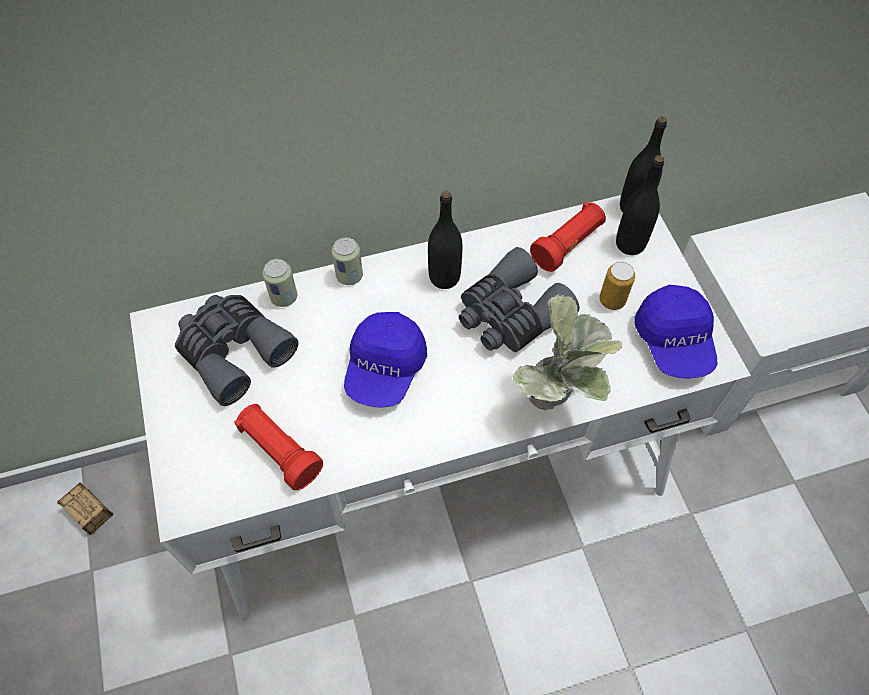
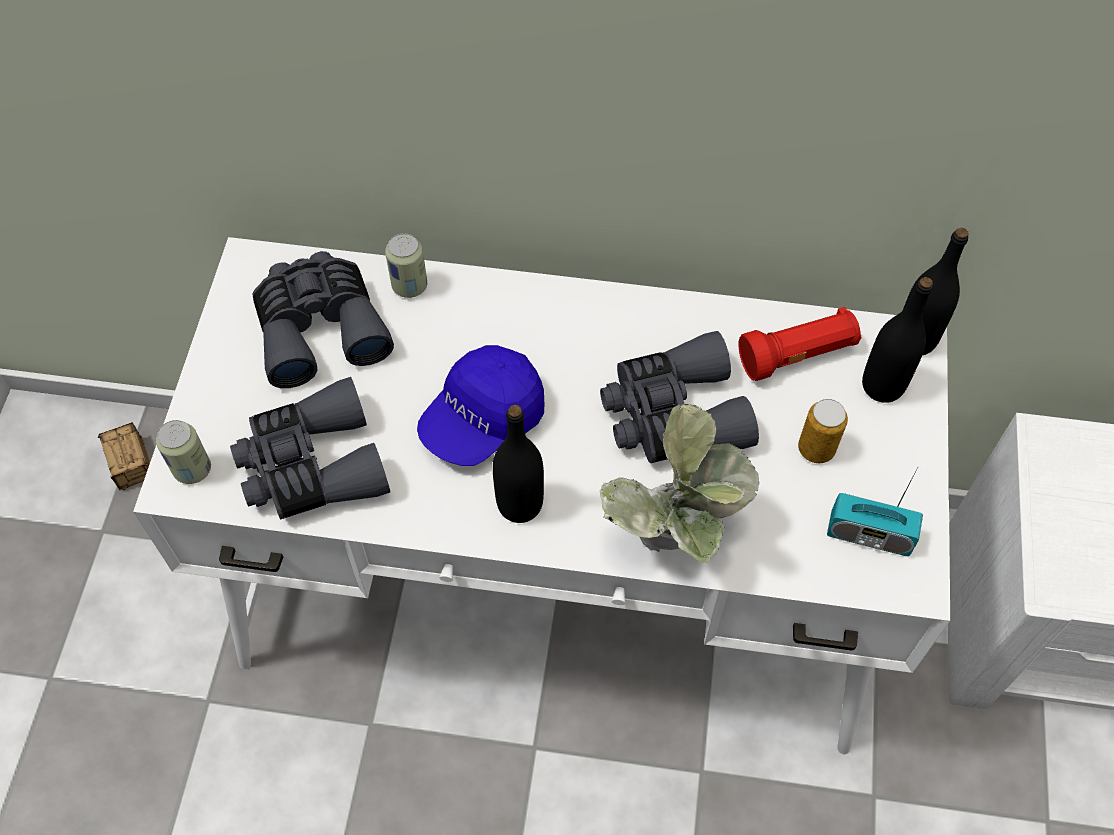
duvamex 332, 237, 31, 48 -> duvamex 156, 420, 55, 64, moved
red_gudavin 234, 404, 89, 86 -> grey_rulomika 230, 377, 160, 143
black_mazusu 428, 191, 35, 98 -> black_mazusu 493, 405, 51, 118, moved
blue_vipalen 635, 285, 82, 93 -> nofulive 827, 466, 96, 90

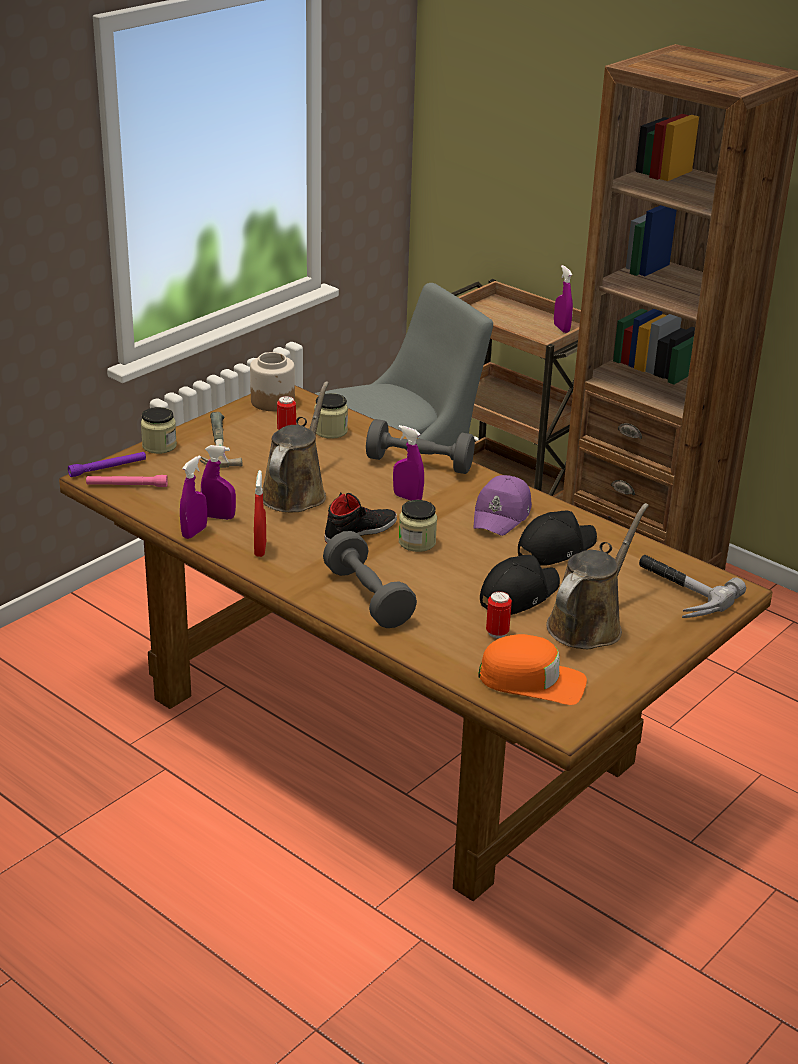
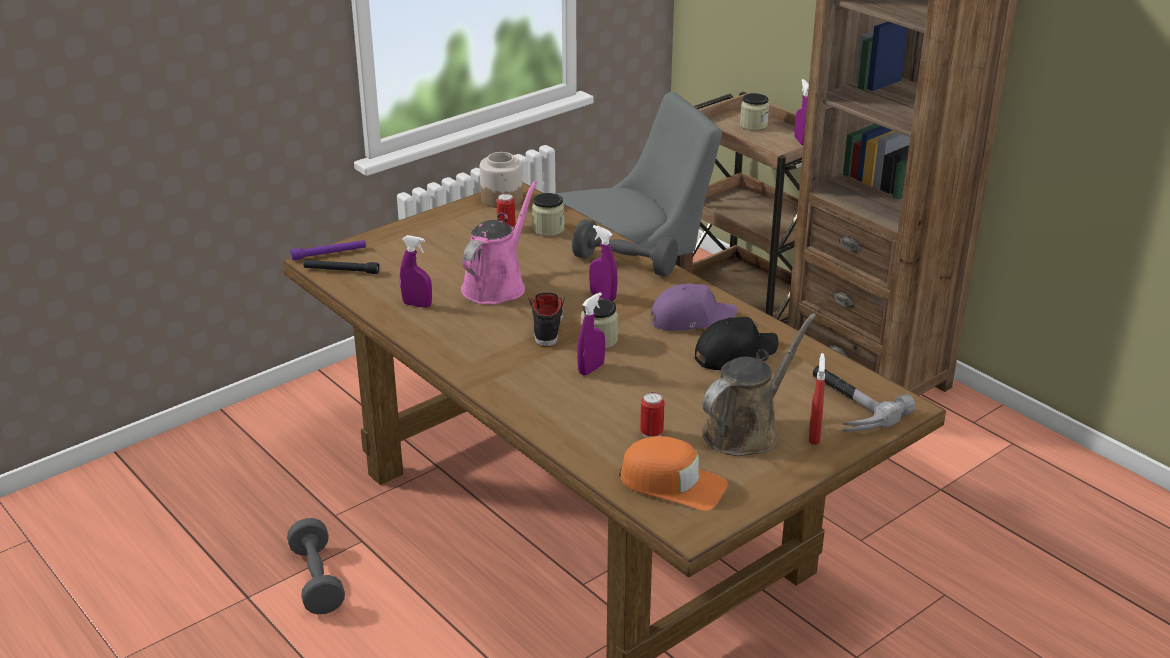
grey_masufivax 323, 531, 94, 97 -> grey_masufivax 287, 518, 58, 96, moved
pink_gudavin 86, 475, 82, 12 -> black_gudavin 303, 260, 76, 14
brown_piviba 262, 381, 67, 132 -> pink_piviba 461, 180, 77, 125
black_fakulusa 325, 492, 72, 51 -> black_fakulusa 528, 292, 37, 55, 60 degrees counterclockwise
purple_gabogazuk 180, 455, 27, 84 -> purple_gabogazuk 577, 292, 28, 84, moved
purple_vipalen 474, 475, 58, 61 -> purple_vipalen 651, 283, 86, 48, 135 degrees counterclockwise
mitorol 141, 407, 36, 47 -> mitorol 740, 93, 29, 38, moved
red_gabogazuk 254, 470, 12, 87 -> red_gabogazuk 809, 353, 16, 92, moved
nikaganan 200, 412, 42, 56 -> none
black_vipalen 480, 555, 80, 60 -> none

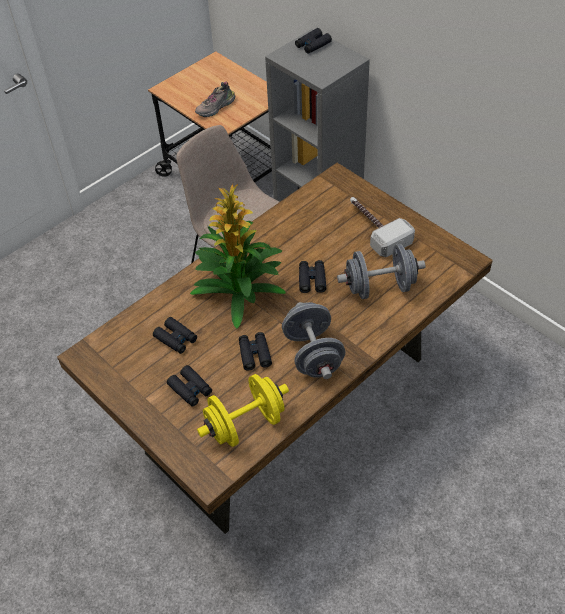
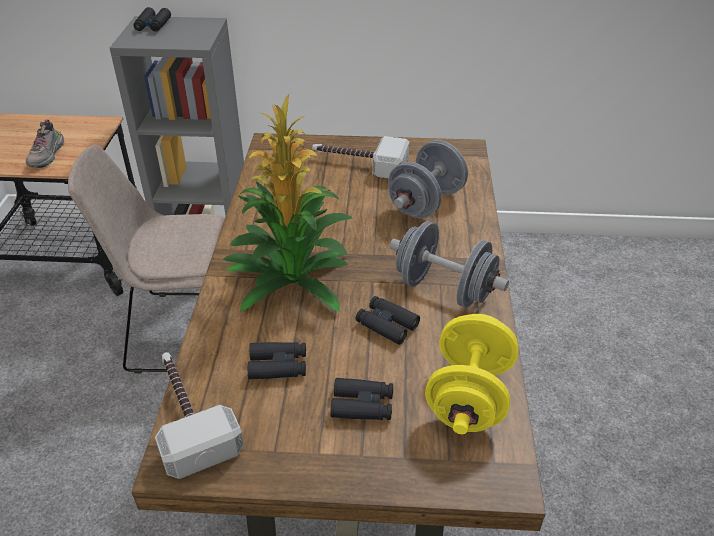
none -> nikaganan 155, 352, 89, 127
black_rulomika 299, 260, 27, 33 -> none

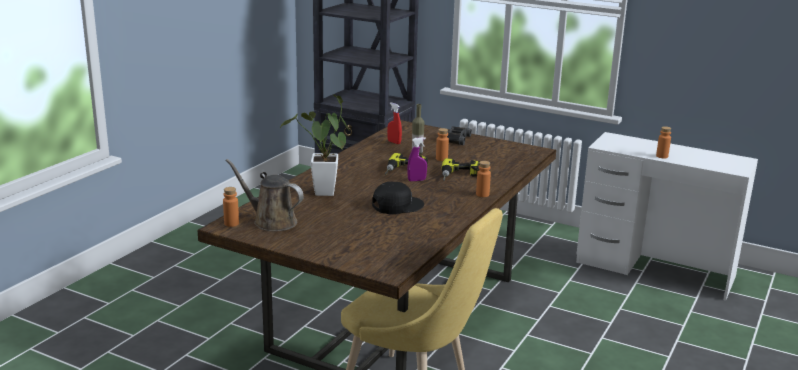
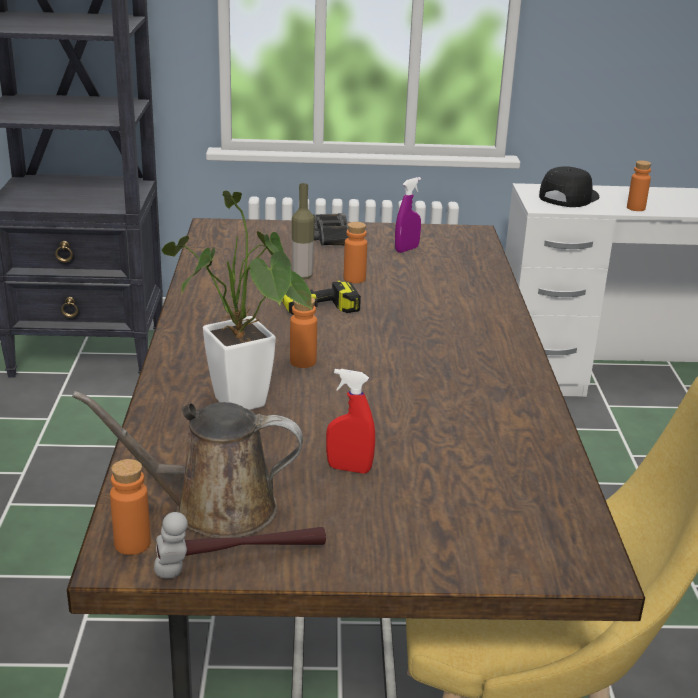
none -> nikaganan 154, 512, 172, 67
orange_mazusu 476, 161, 15, 36 -> orange_mazusu 290, 297, 27, 71, moved
red_gabogazuk 387, 102, 15, 42 -> red_gabogazuk 326, 369, 49, 105, moved
purple_gabogazuk 407, 137, 20, 44 -> purple_gabogazuk 395, 177, 26, 76, moved
black_vipalen 372, 182, 52, 32 -> black_vipalen 539, 166, 60, 41, moved
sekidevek 442, 158, 38, 23 -> none

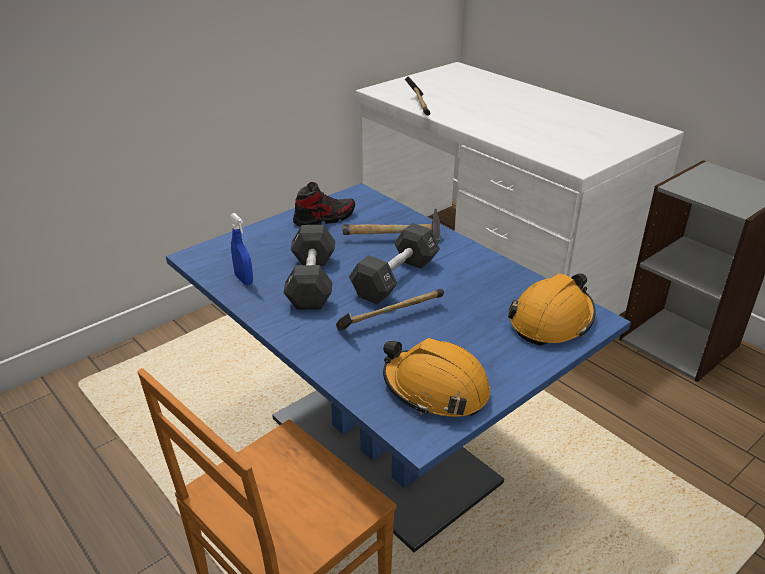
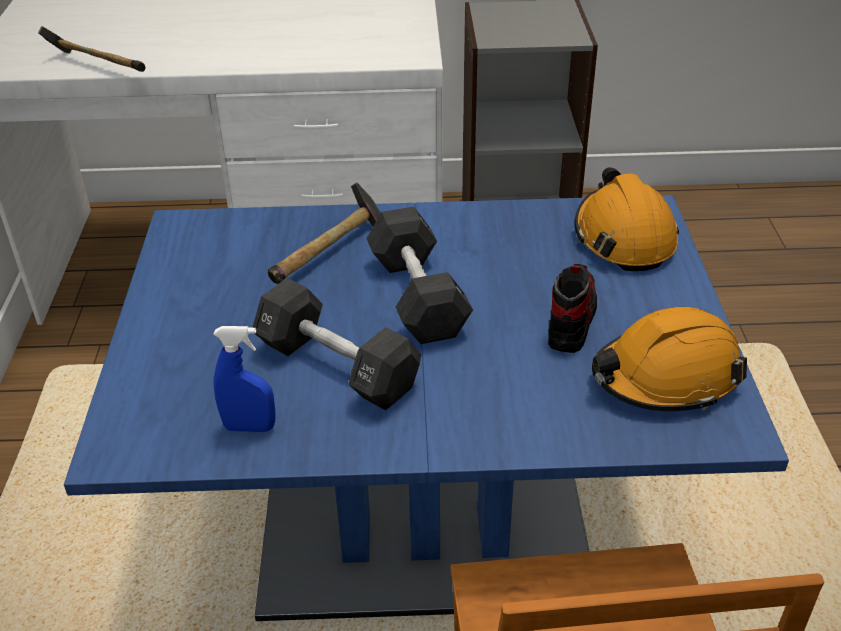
fakulusa 293, 182, 62, 45 -> fakulusa 548, 264, 49, 89, moved
nikaganan 336, 289, 108, 42 -> none

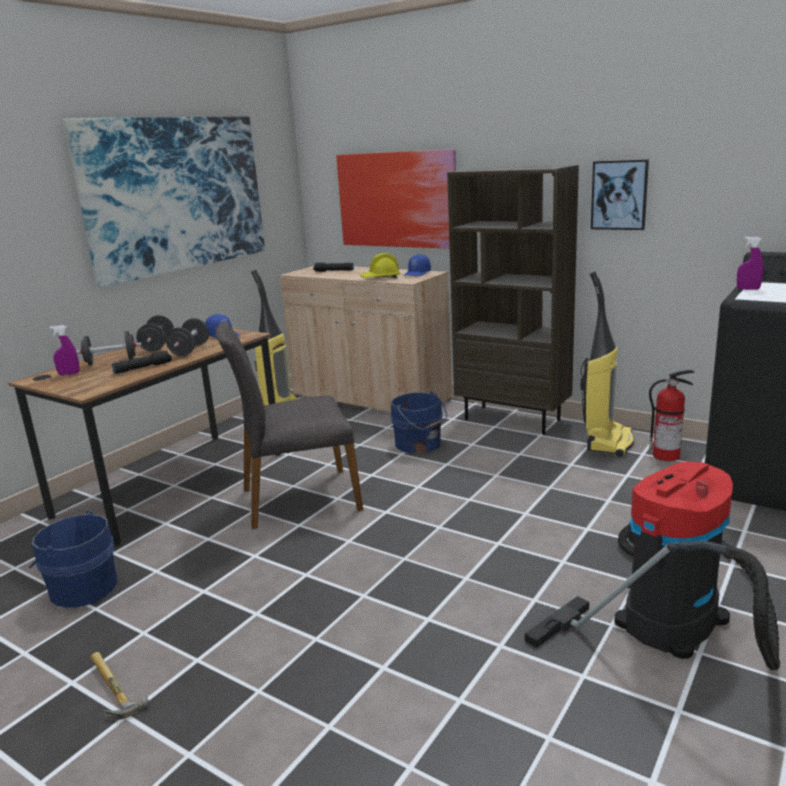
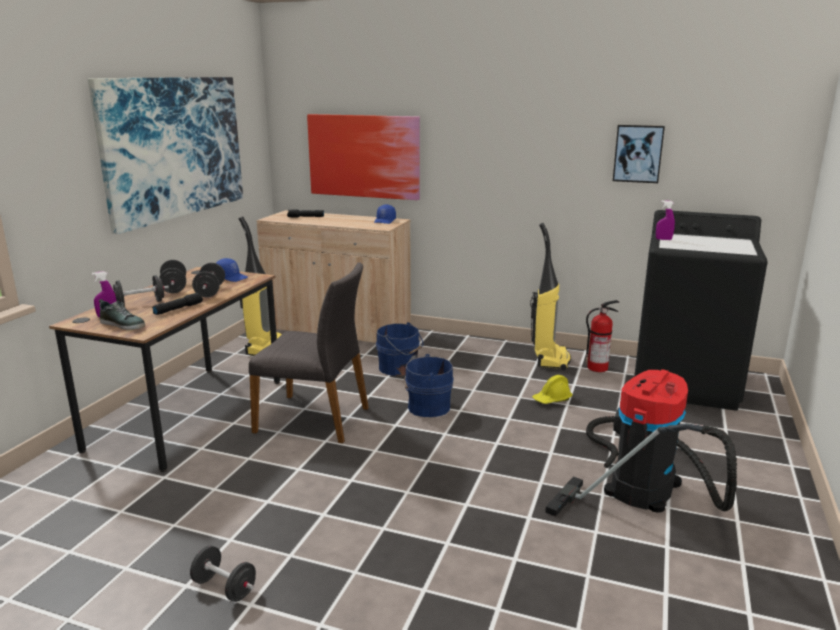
none -> fakulusa 99, 299, 46, 31
nikaganan 90, 652, 59, 68 -> black_masufivax 190, 545, 66, 57
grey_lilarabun 216, 321, 147, 208 -> grey_lilarabun 249, 262, 120, 181, 135 degrees counterclockwise
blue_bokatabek 29, 511, 88, 97 -> blue_bokatabek 404, 354, 50, 63, moved
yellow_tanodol 360, 253, 40, 25 -> yellow_tanodol 532, 375, 41, 29, moved
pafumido 591, 159, 58, 71 -> pafumido 613, 125, 52, 58, moved
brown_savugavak 447, 165, 132, 270 -> none

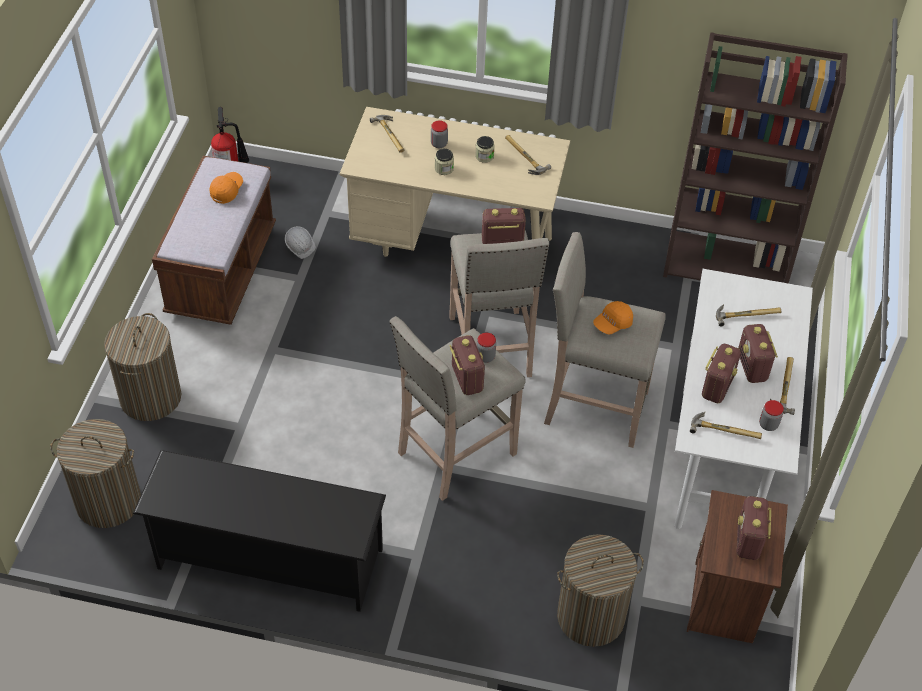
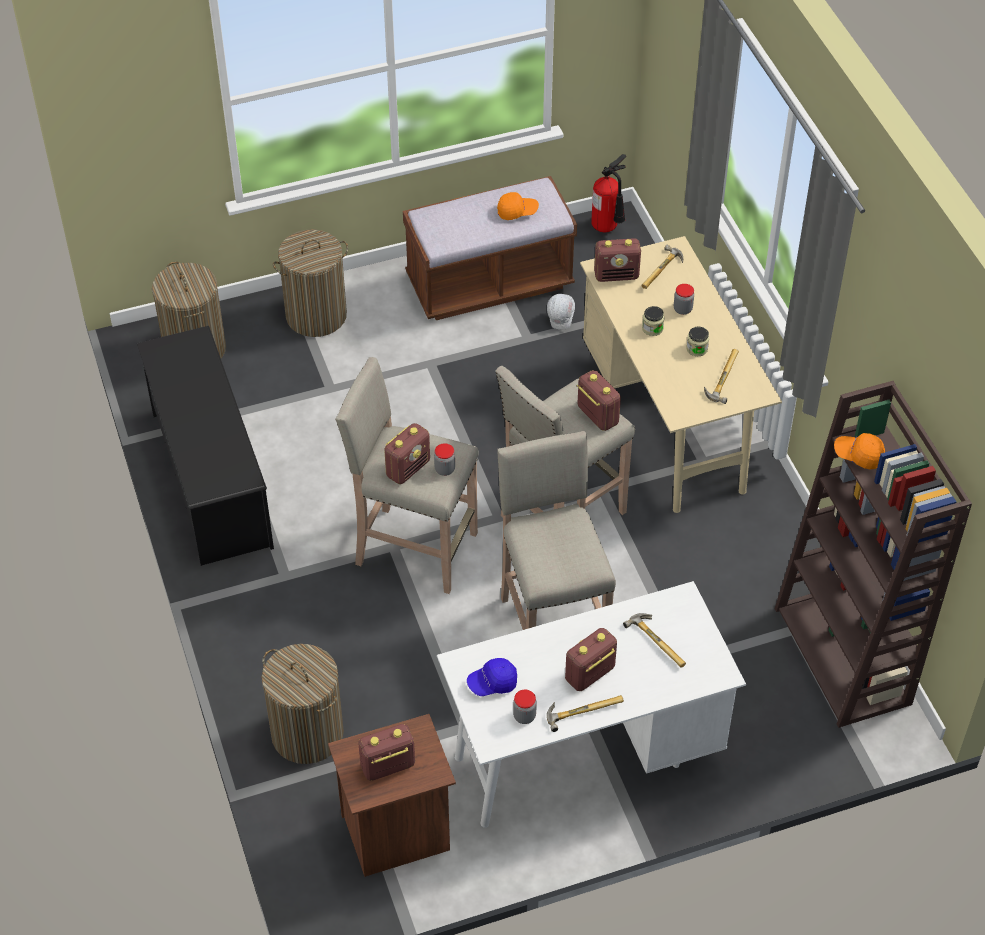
nikaganan 690, 412, 72, 27 -> blue_vipalen 467, 658, 50, 38
nofulive 702, 344, 39, 59 -> nofulive 594, 238, 47, 44, moved
orange_vipalen 593, 301, 40, 34 -> orange_vipalen 834, 433, 51, 36, moved

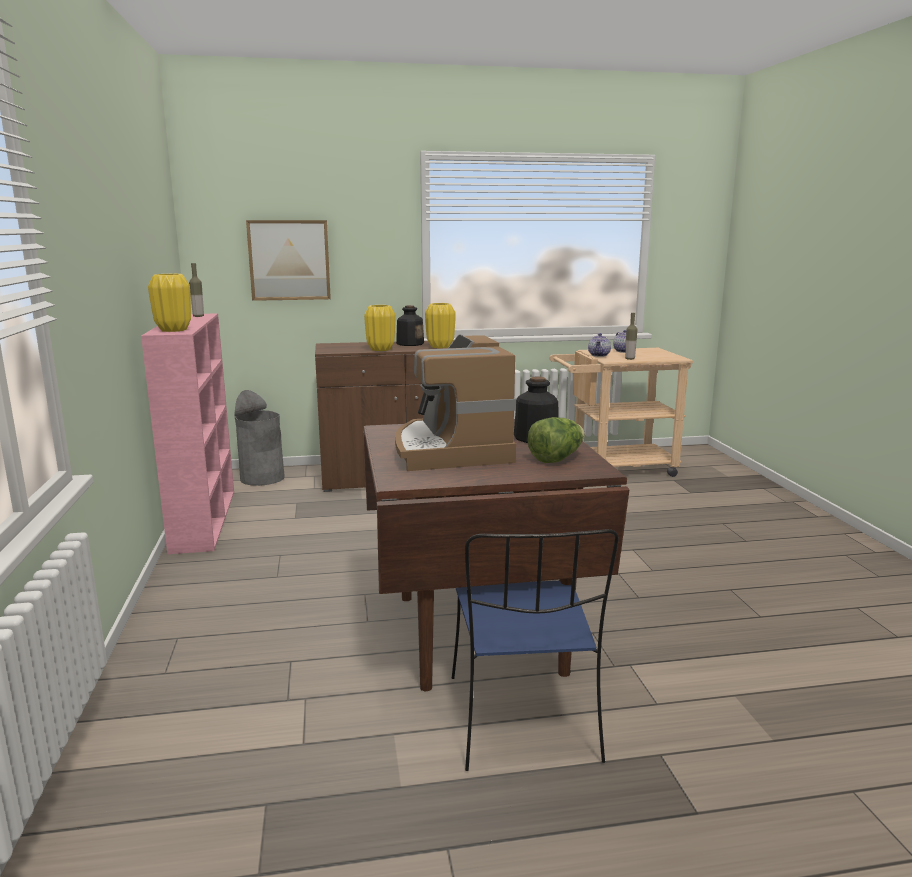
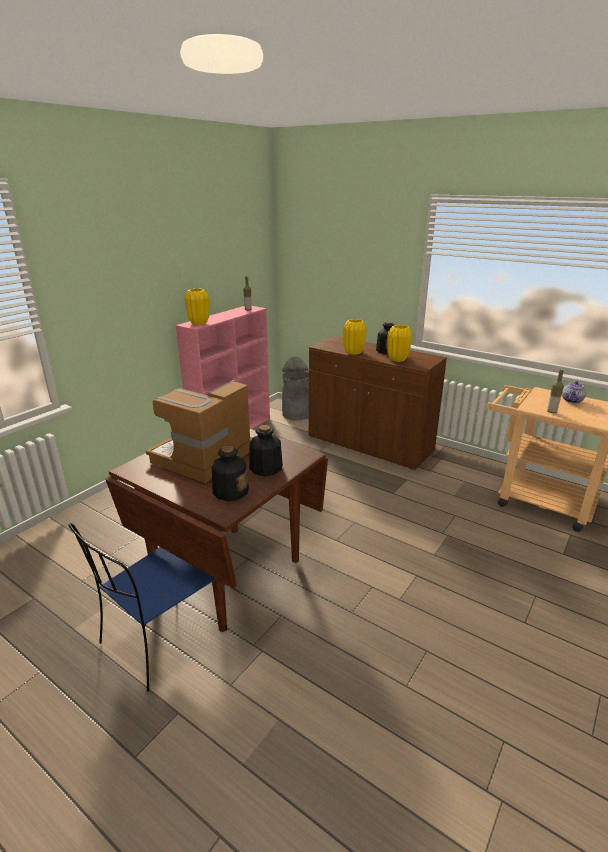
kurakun 527, 417, 58, 46 -> mazusu 212, 446, 37, 55
pafumido 246, 220, 85, 81 -> none
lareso 588, 333, 23, 24 -> none

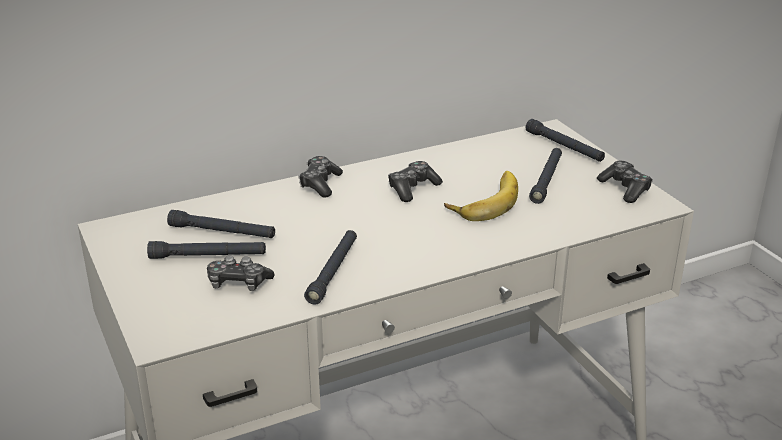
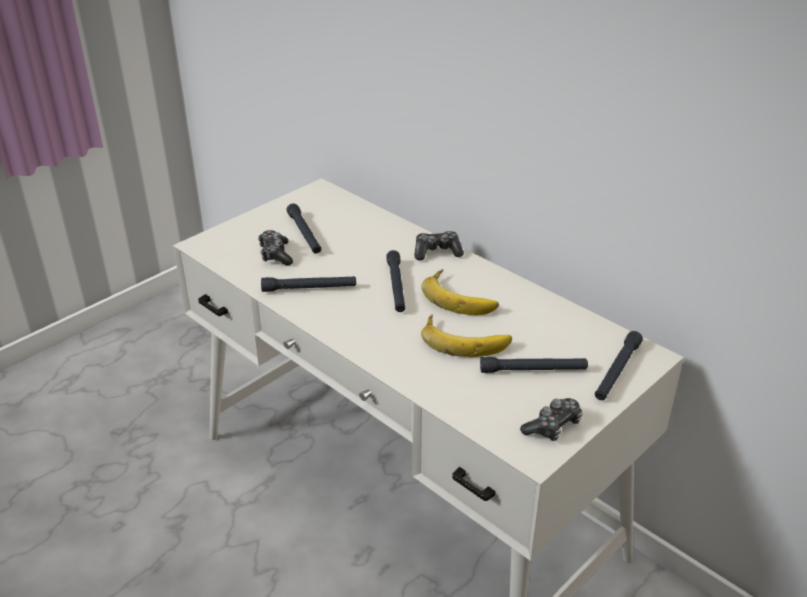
black_gudavin 167, 210, 108, 28 -> black_gudavin 386, 250, 19, 62, moved
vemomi 388, 161, 55, 41 -> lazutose 422, 269, 77, 46

